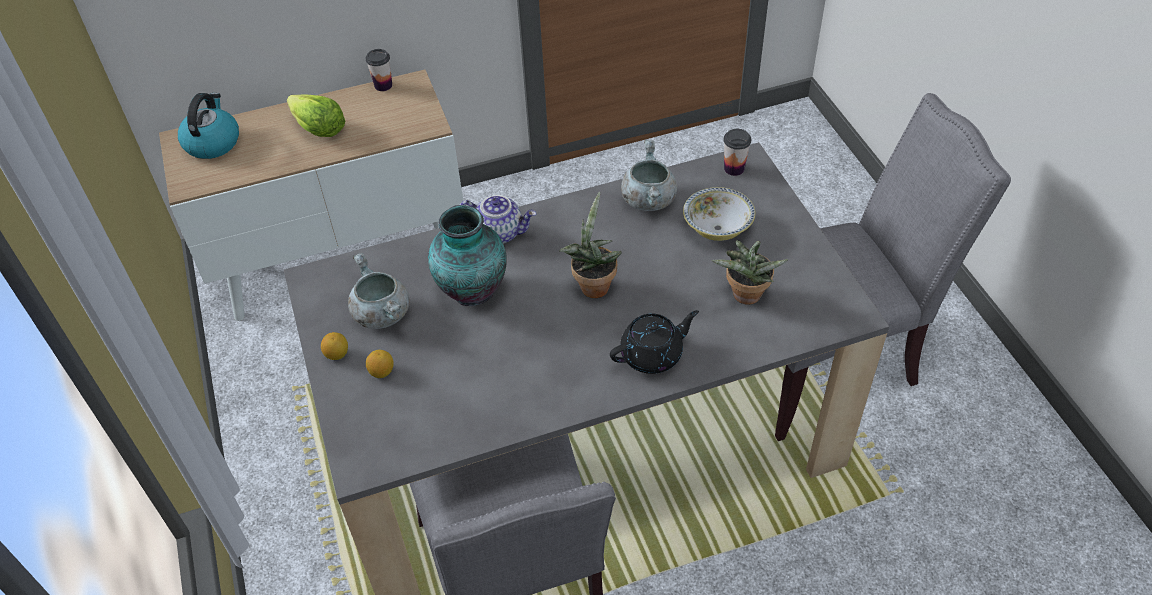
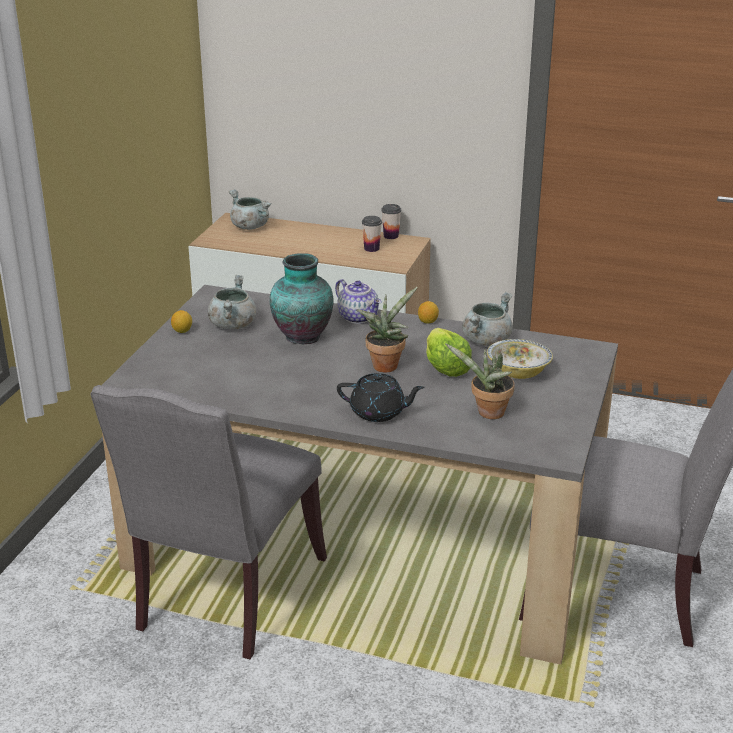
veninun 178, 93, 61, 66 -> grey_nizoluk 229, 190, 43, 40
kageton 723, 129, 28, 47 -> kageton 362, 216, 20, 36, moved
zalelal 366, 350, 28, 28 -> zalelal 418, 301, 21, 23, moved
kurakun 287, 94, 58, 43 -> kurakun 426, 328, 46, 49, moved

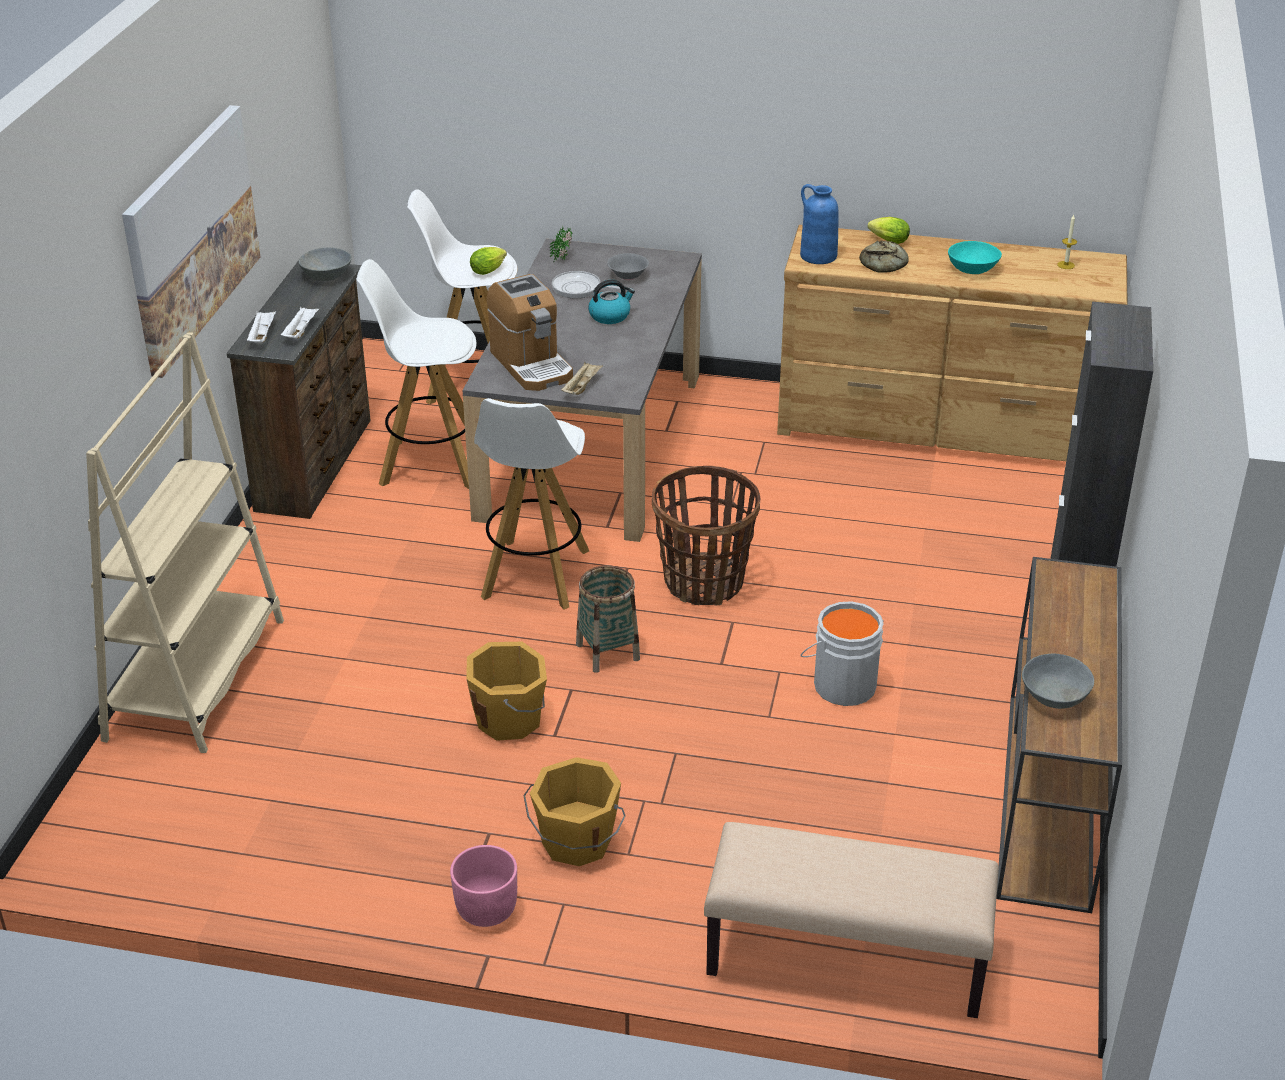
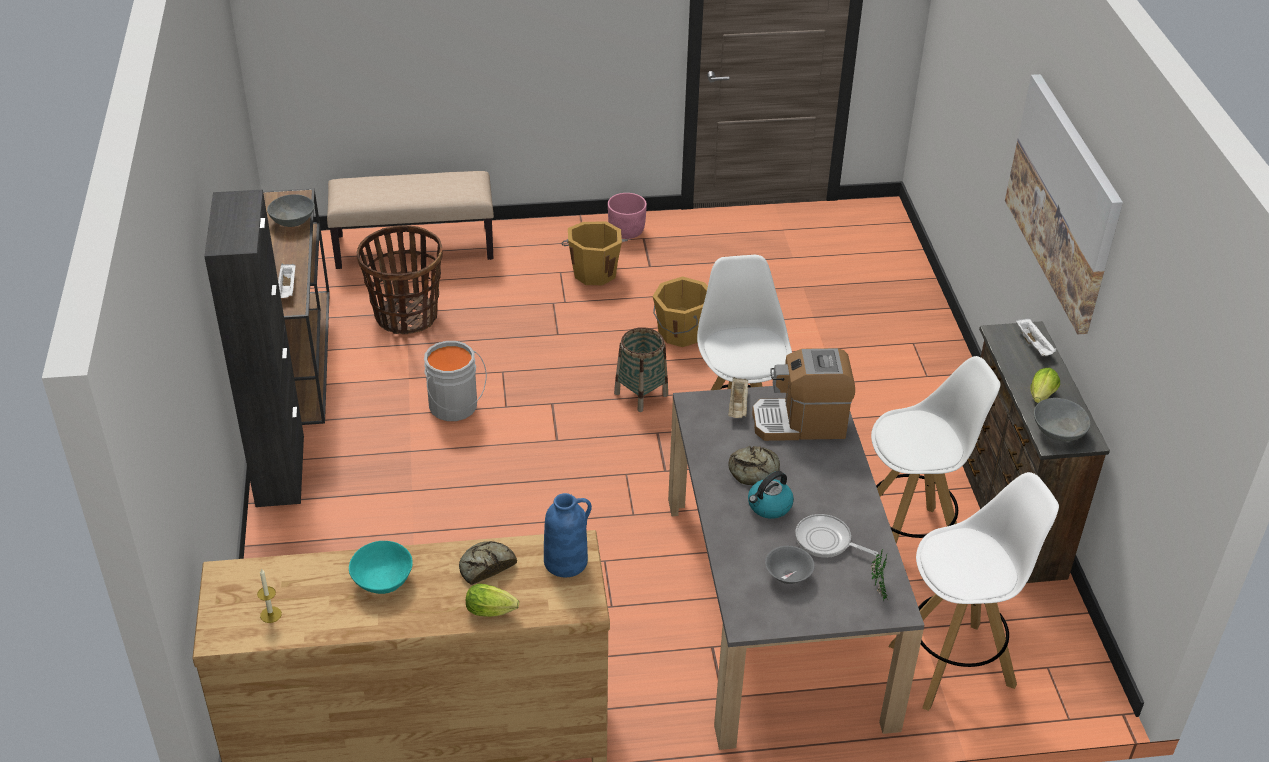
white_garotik 281, 307, 38, 31 -> white_garotik 278, 263, 18, 35, moved
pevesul 652, 466, 108, 139 -> pevesul 357, 225, 86, 109, moved
none -> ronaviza 728, 446, 52, 39
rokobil 487, 274, 86, 117 -> rokobil 752, 348, 103, 93, 45 degrees counterclockwise
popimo 552, 271, 69, 27 -> popimo 795, 514, 83, 44, 150 degrees counterclockwise
kurakun 470, 247, 37, 28 -> kurakun 1030, 368, 30, 35, moved
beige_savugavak 86, 332, 198, 421 -> none

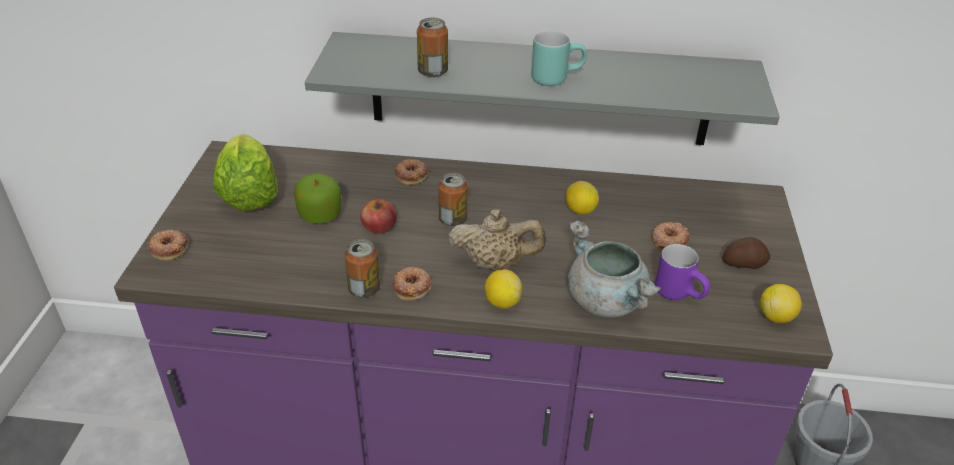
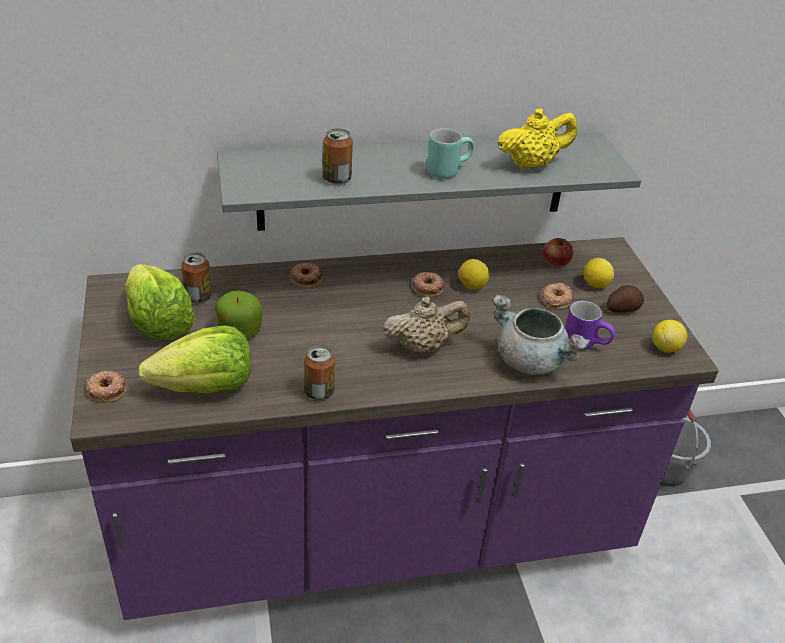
none -> kurakun 138, 326, 113, 67
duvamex 438, 173, 30, 53 -> duvamex 181, 252, 31, 51, moved
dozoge 392, 267, 40, 34 -> dozoge 413, 272, 32, 26, moved
none -> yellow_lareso 497, 108, 80, 61
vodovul 360, 199, 37, 35 -> vodovul 543, 238, 31, 29, moved
zalelal 485, 269, 37, 40 -> zalelal 583, 258, 31, 30, moved

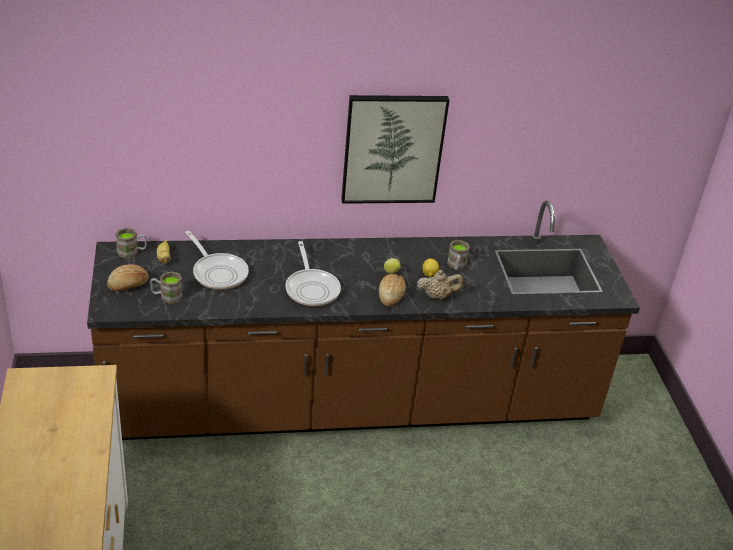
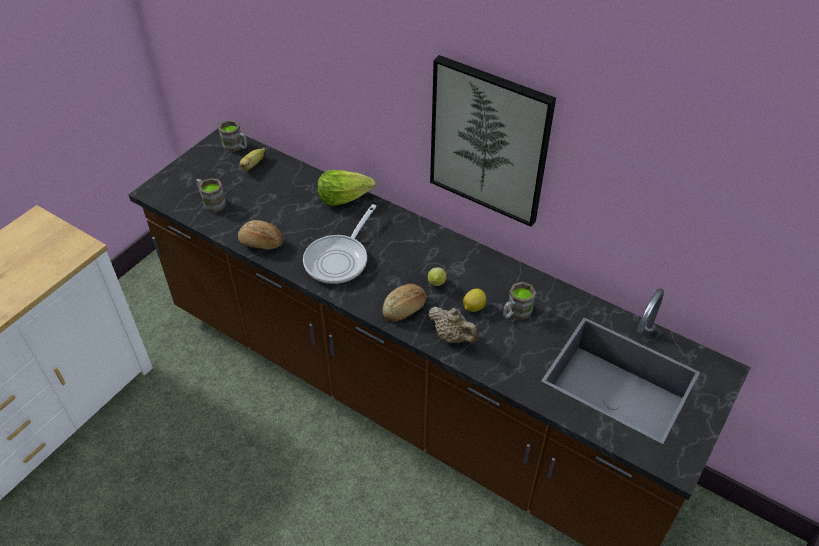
ronaviza 107, 264, 42, 27 -> ronaviza 238, 220, 45, 29, moved
none -> kurakun 318, 170, 58, 36
popimo 185, 231, 64, 59 -> none

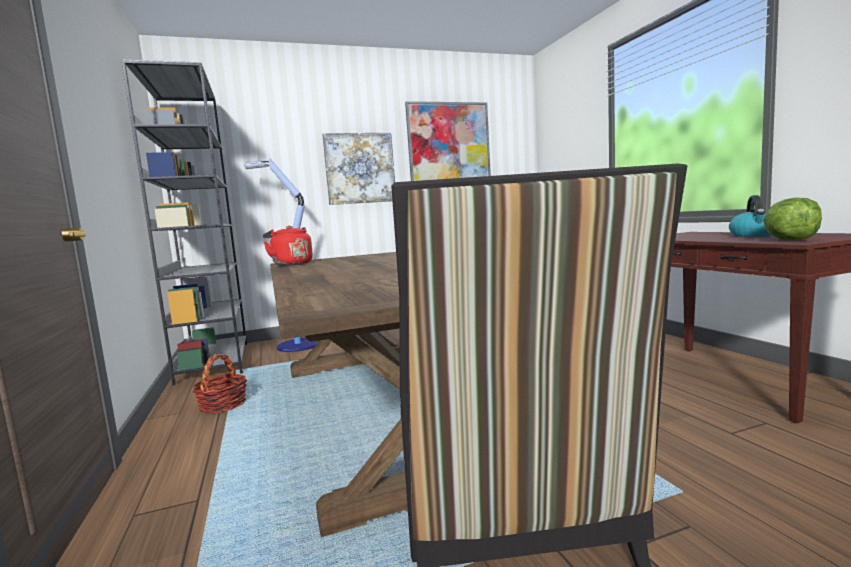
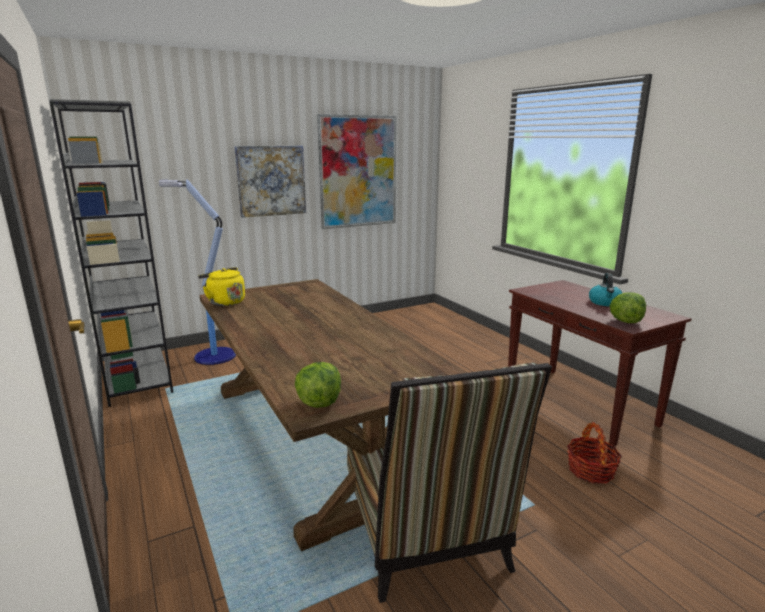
red_veninun 263, 226, 50, 40 -> yellow_veninun 198, 267, 47, 39
none -> kurakun 295, 362, 46, 46
pevesul 193, 354, 54, 59 -> pevesul 567, 422, 55, 62, moved

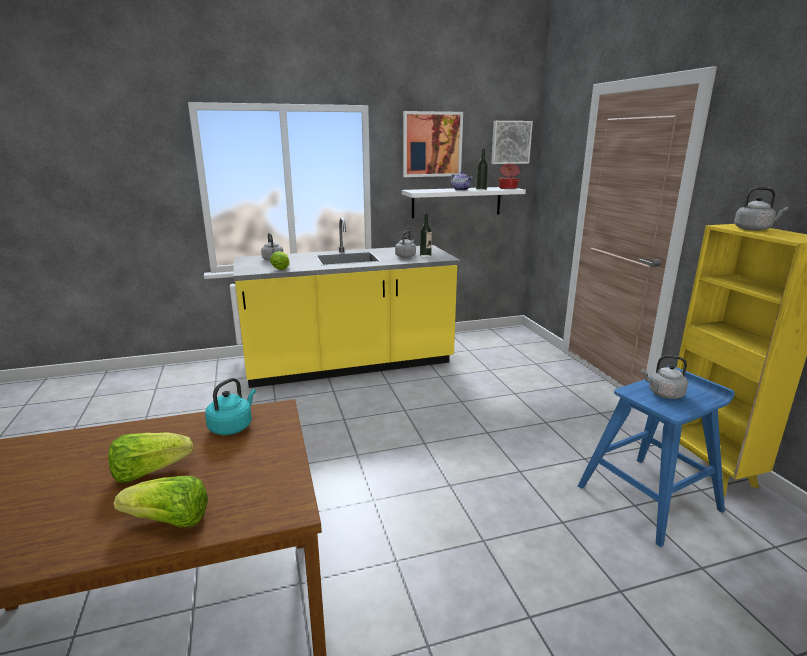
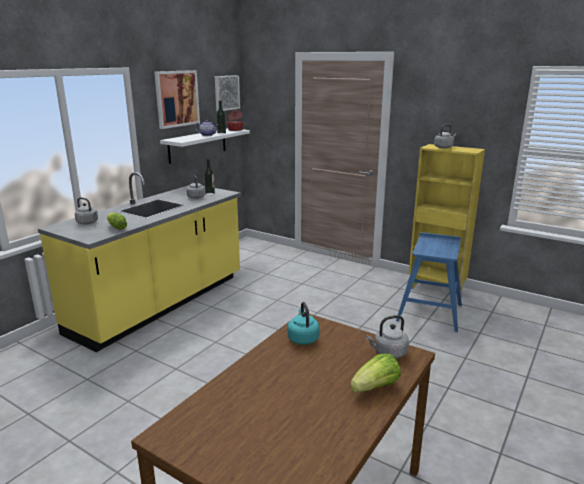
grey_veninun 641, 355, 47, 44 -> grey_veninun 366, 315, 43, 44, moved
kurakun 108, 432, 85, 51 -> none

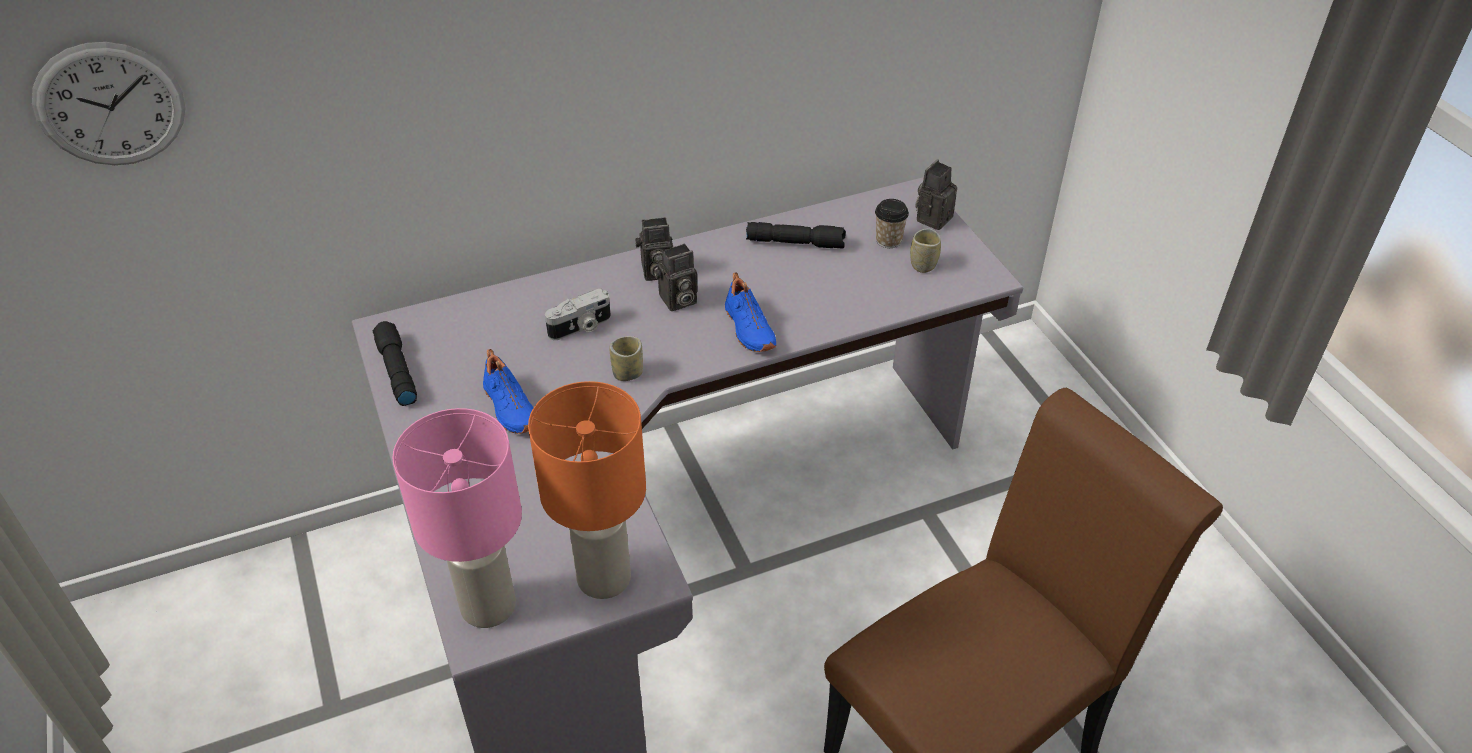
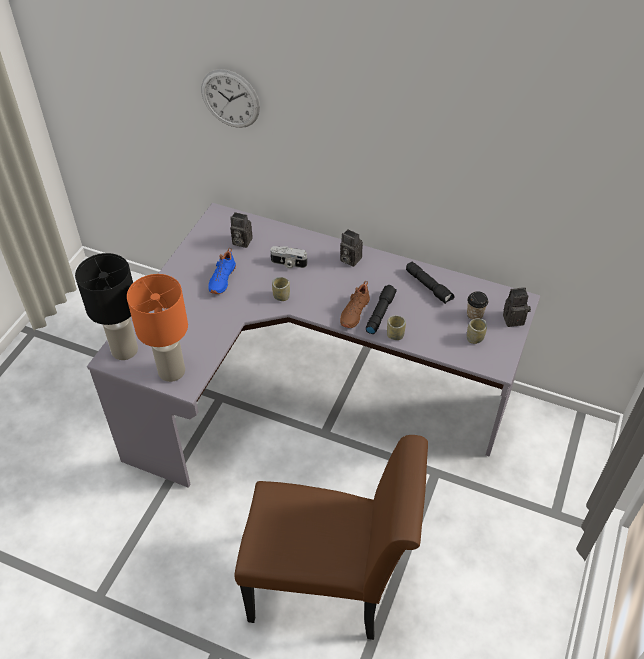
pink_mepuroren 392, 408, 130, 220 -> black_mepuroren 75, 253, 63, 107
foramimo 32, 42, 153, 123 -> foramimo 201, 69, 59, 59, moved
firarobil 654, 244, 44, 67 -> firarobil 230, 212, 23, 36, moved
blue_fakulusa 725, 272, 51, 80 -> brown_fakulusa 340, 281, 30, 47
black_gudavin 372, 321, 45, 85 -> black_gudavin 366, 285, 31, 49, moved
none -> kageton 387, 315, 19, 25

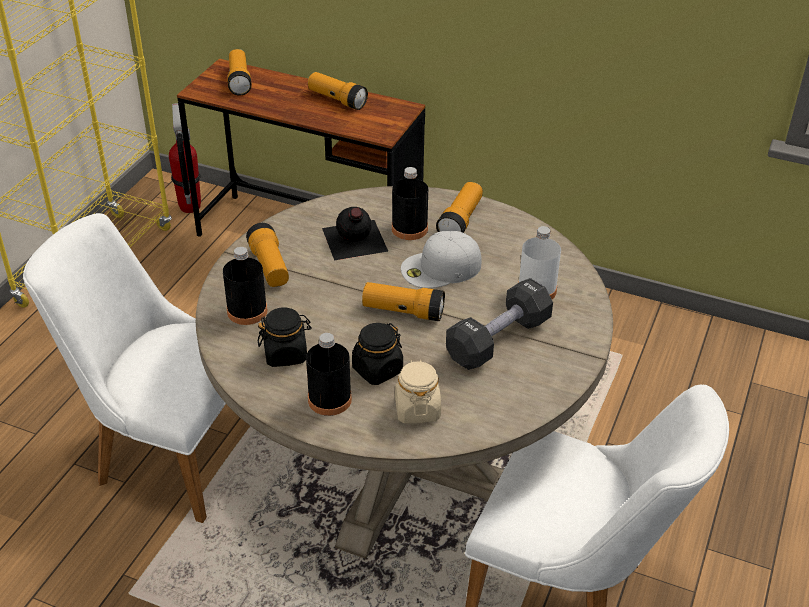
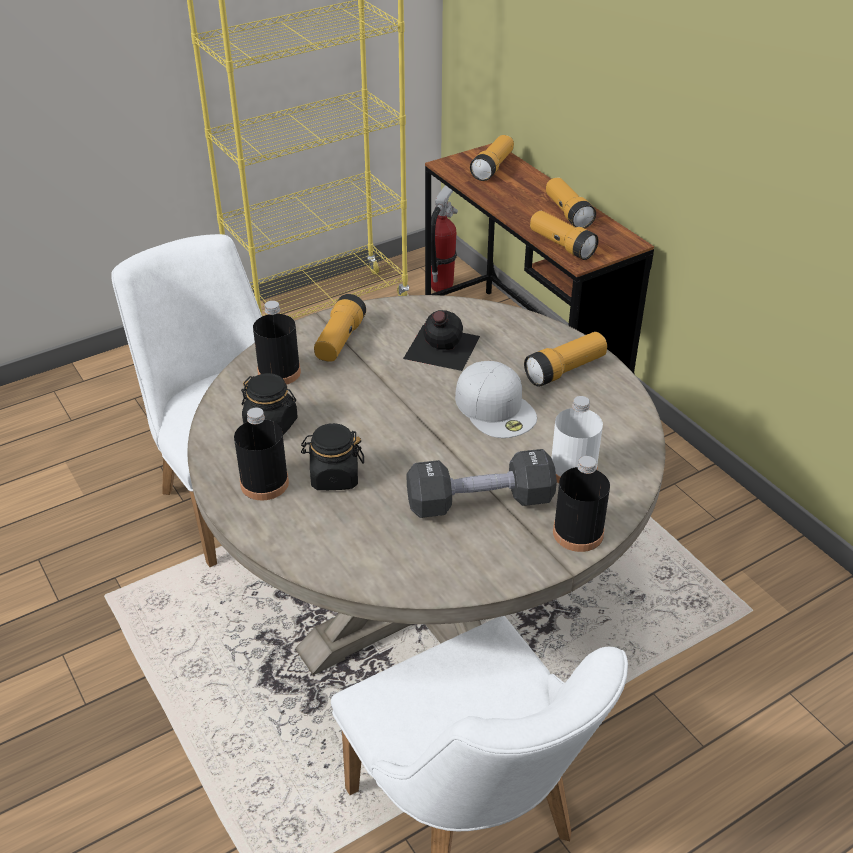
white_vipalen 401, 231, 81, 57 -> white_vipalen 455, 361, 82, 77, 135 degrees counterclockwise
gudavin 362, 282, 83, 39 -> gudavin 530, 211, 68, 49, moved
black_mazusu 392, 167, 36, 73 -> black_mazusu 553, 456, 57, 96, moved
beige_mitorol 395, 360, 46, 63 -> none

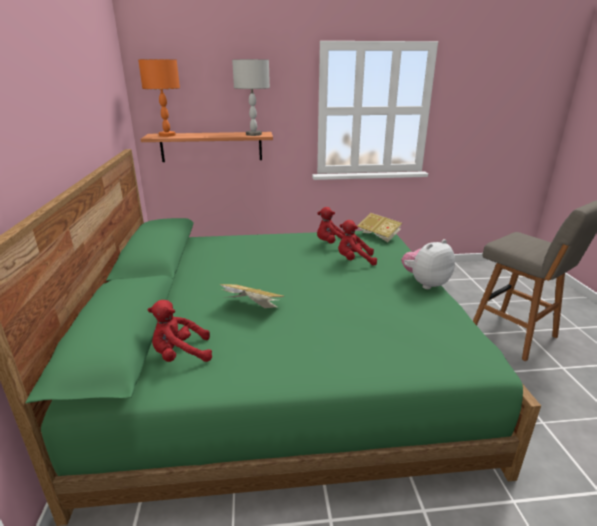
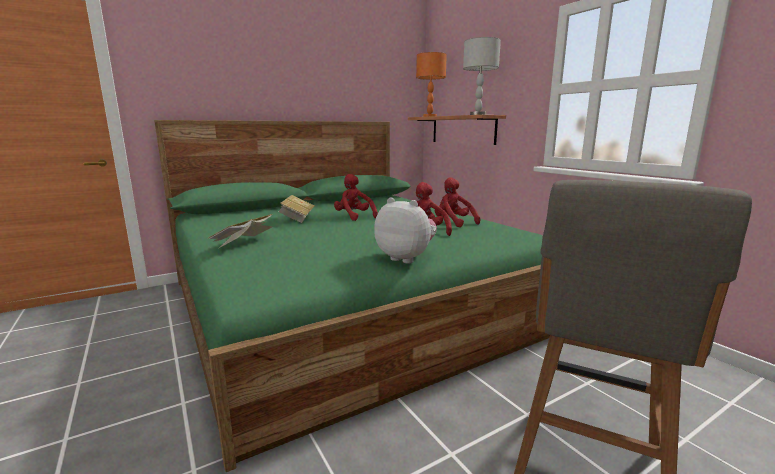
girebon 358, 213, 44, 29 -> girebon 208, 214, 66, 34, moved
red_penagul 148, 300, 64, 62 -> red_penagul 334, 174, 44, 47, moved

